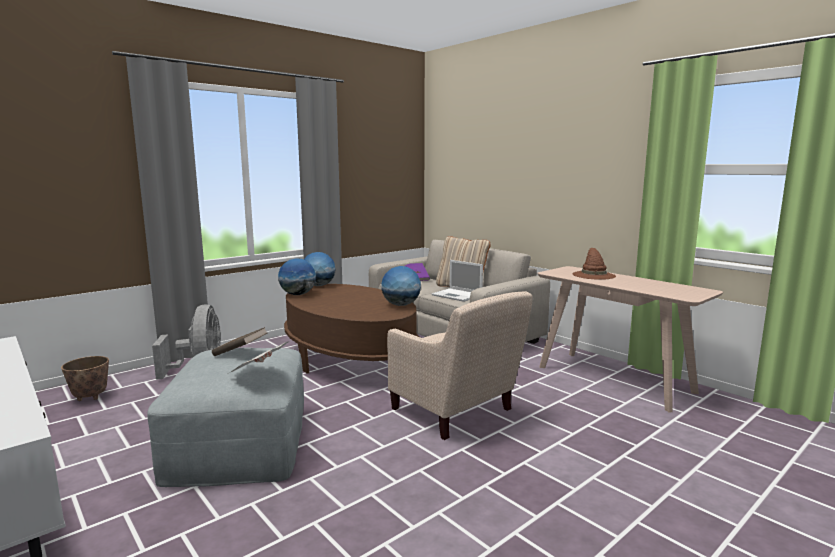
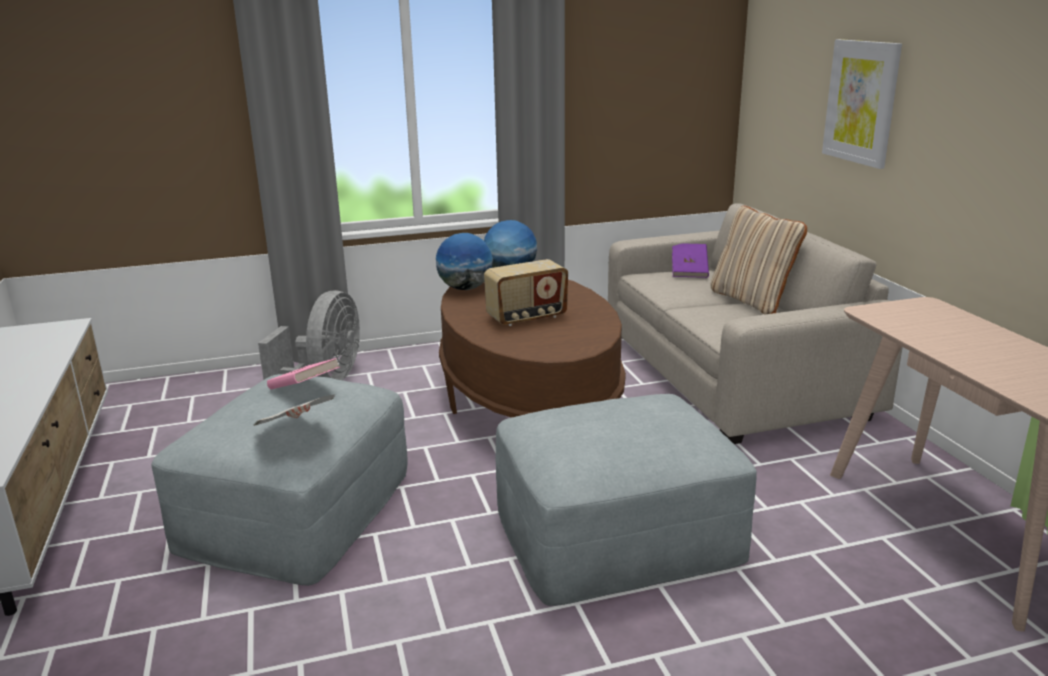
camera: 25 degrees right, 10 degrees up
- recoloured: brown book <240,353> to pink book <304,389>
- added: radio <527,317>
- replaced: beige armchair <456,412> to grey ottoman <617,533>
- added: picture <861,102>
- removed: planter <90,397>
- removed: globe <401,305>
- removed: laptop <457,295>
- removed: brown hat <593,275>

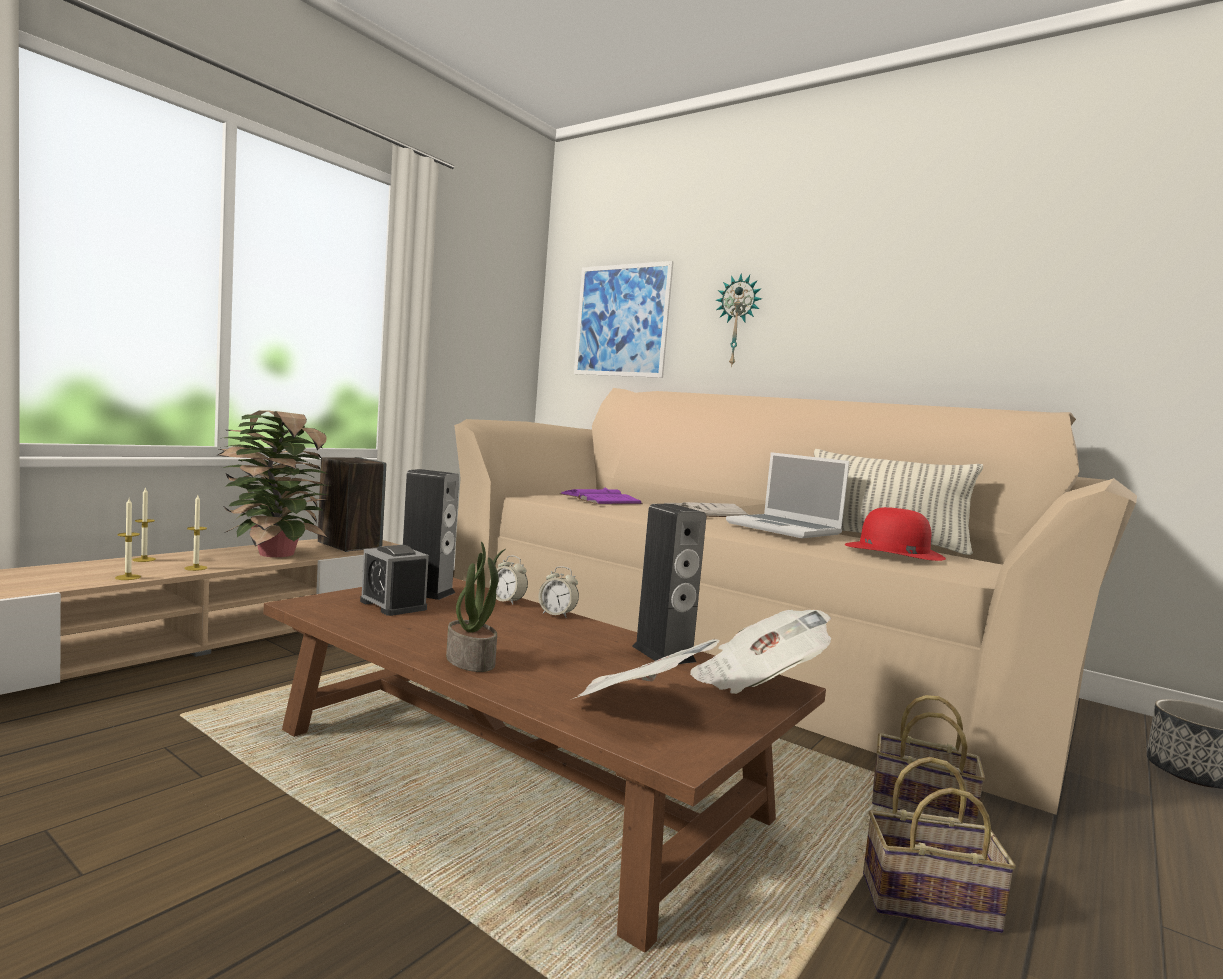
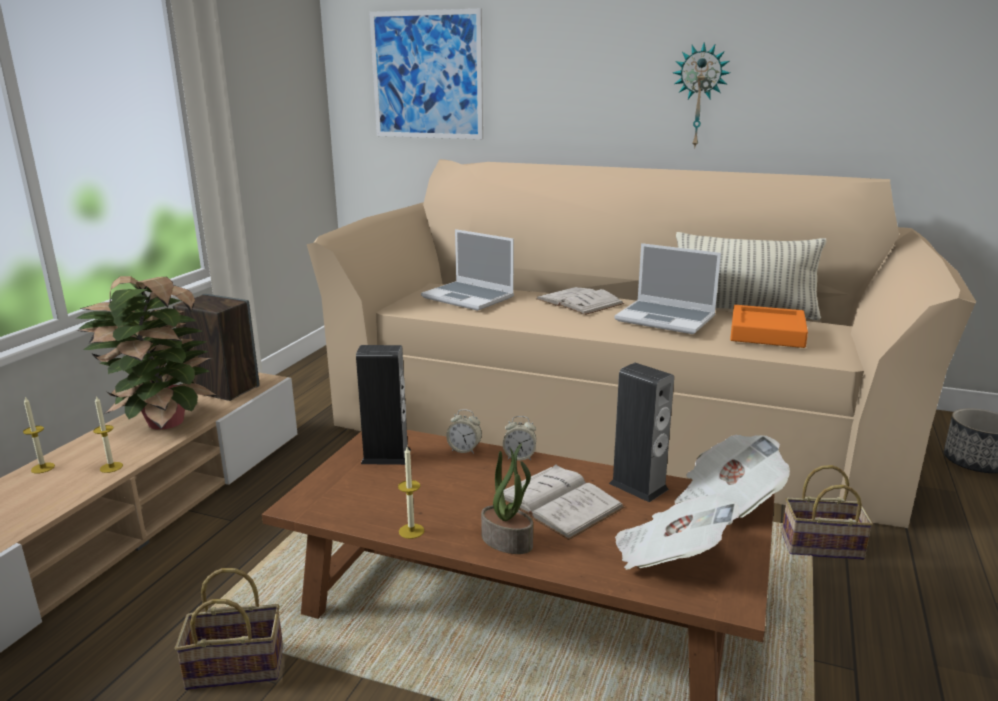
camera: 15 degrees left, 15 degrees up
- moved: basket <931,901> to <238,666>
- moved: candle <128,577> to <411,531>
- replaced: purple book <600,499> to laptop <469,297>
- added: white book <558,501>
- moved: wall clock <738,321> to <699,96>
- replaced: red hat <893,551> to orange tray <767,333>
- removed: alarm clock <393,605>

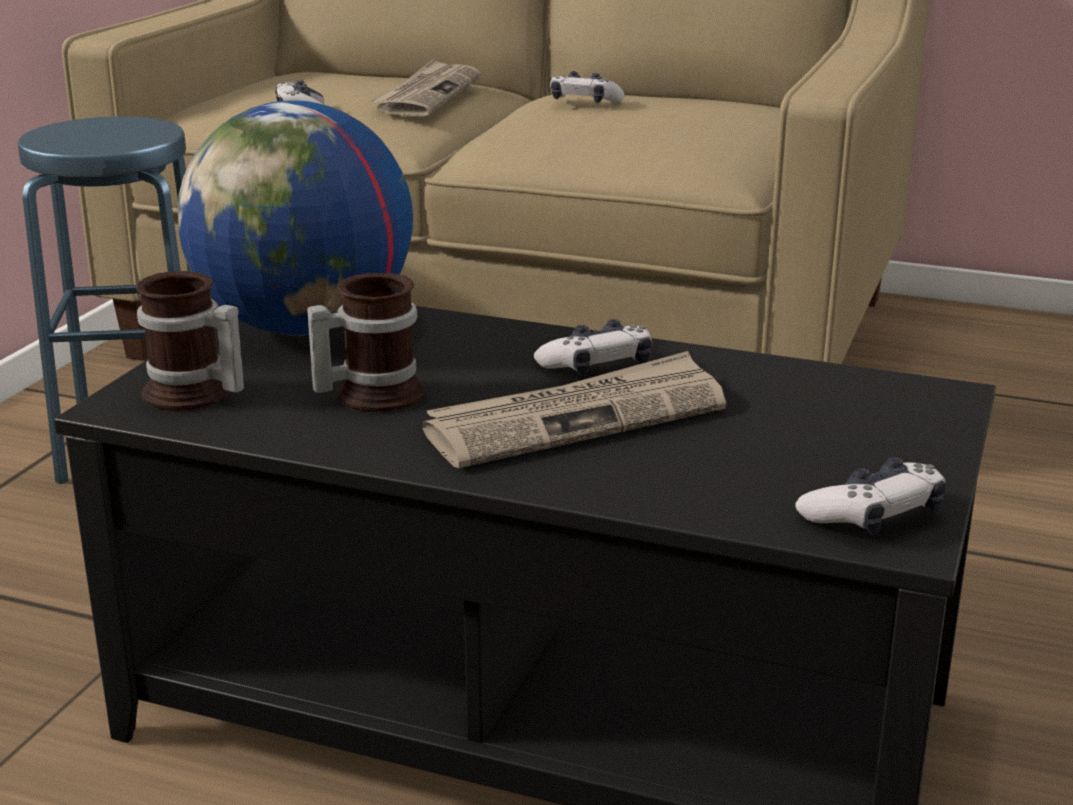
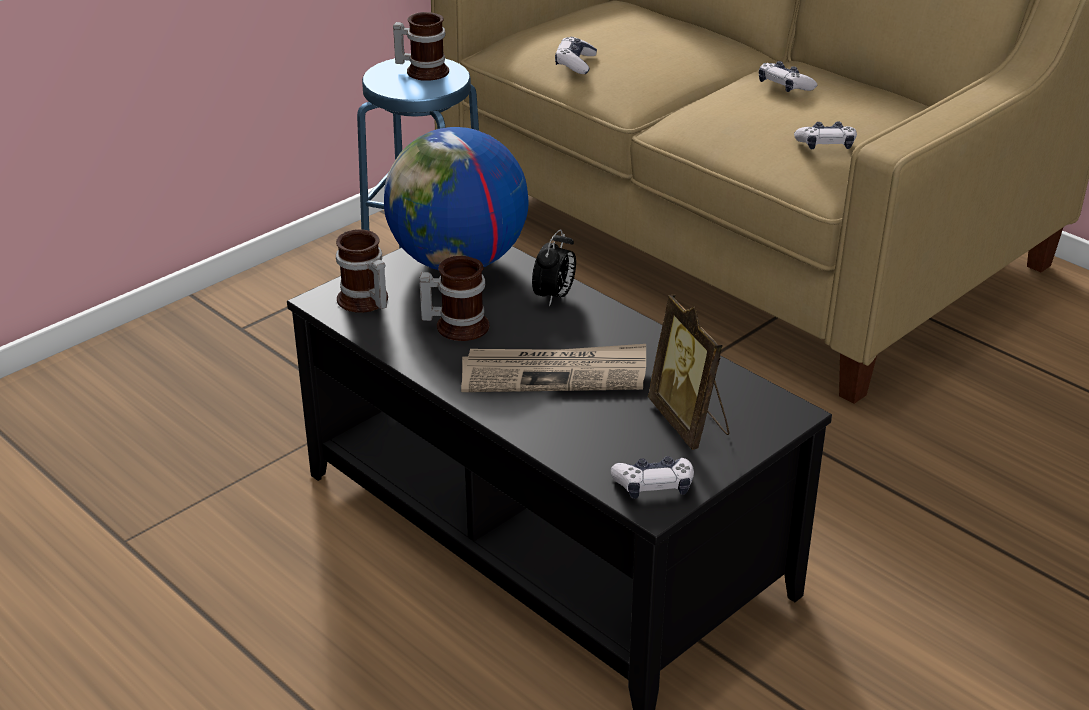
camera: 25 degrees right, 10 degrees up
- added: mug <424,70>
- added: alarm clock <554,296>
- added: picture frame <690,422>
- moved: game controller <597,366> to <826,145>
- removed: newspaper <427,94>

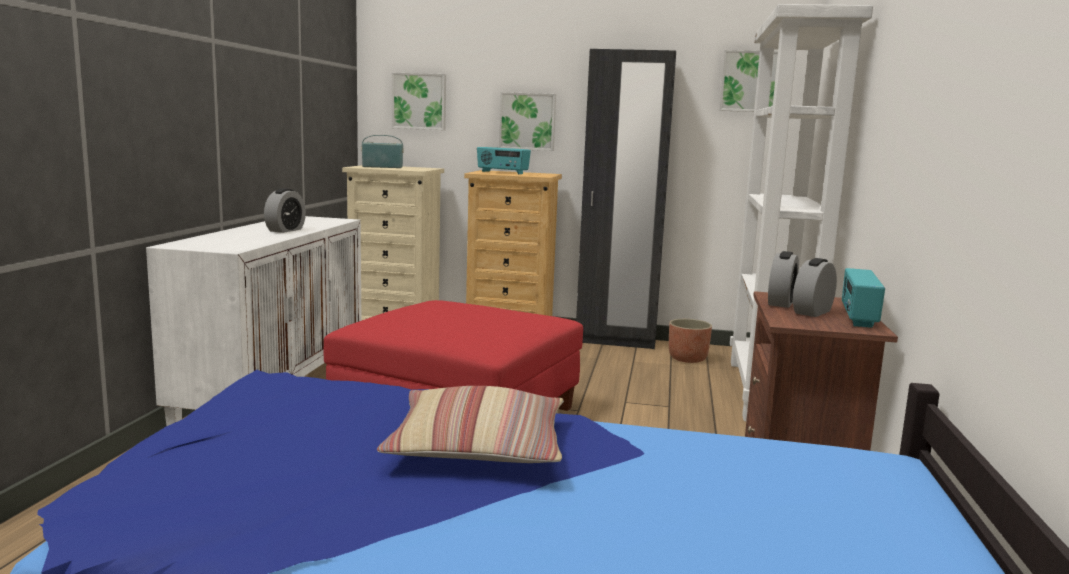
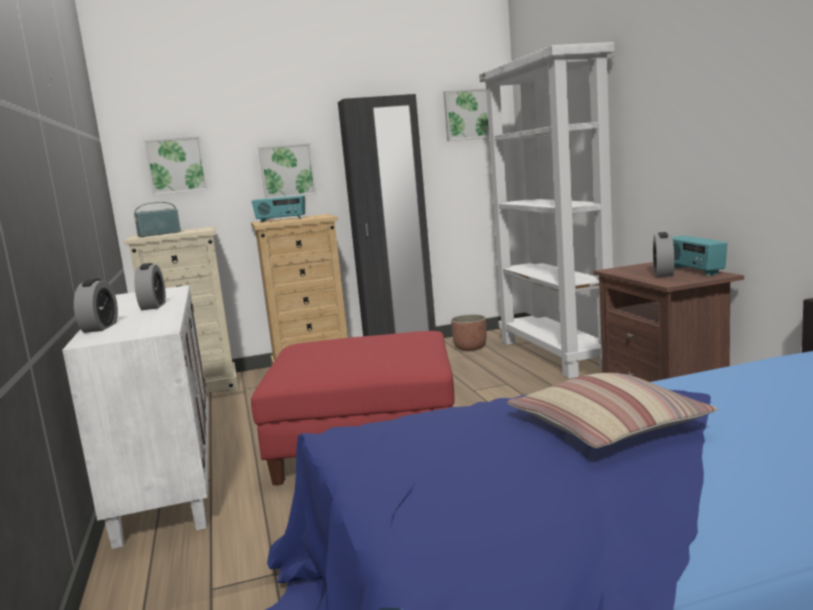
camera: 25 degrees left, 0 degrees up
- moved: alarm clock <781,303> to <100,327>

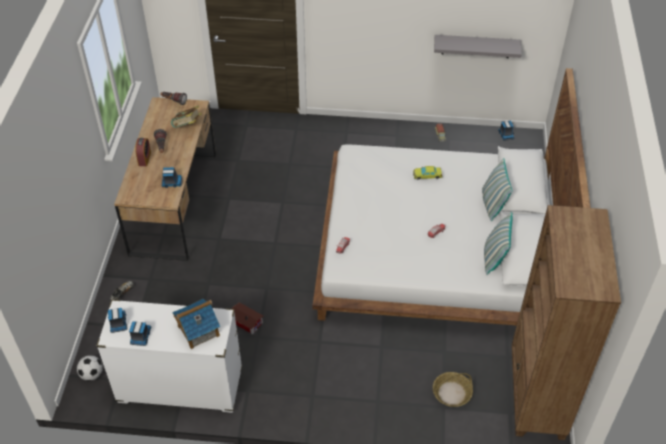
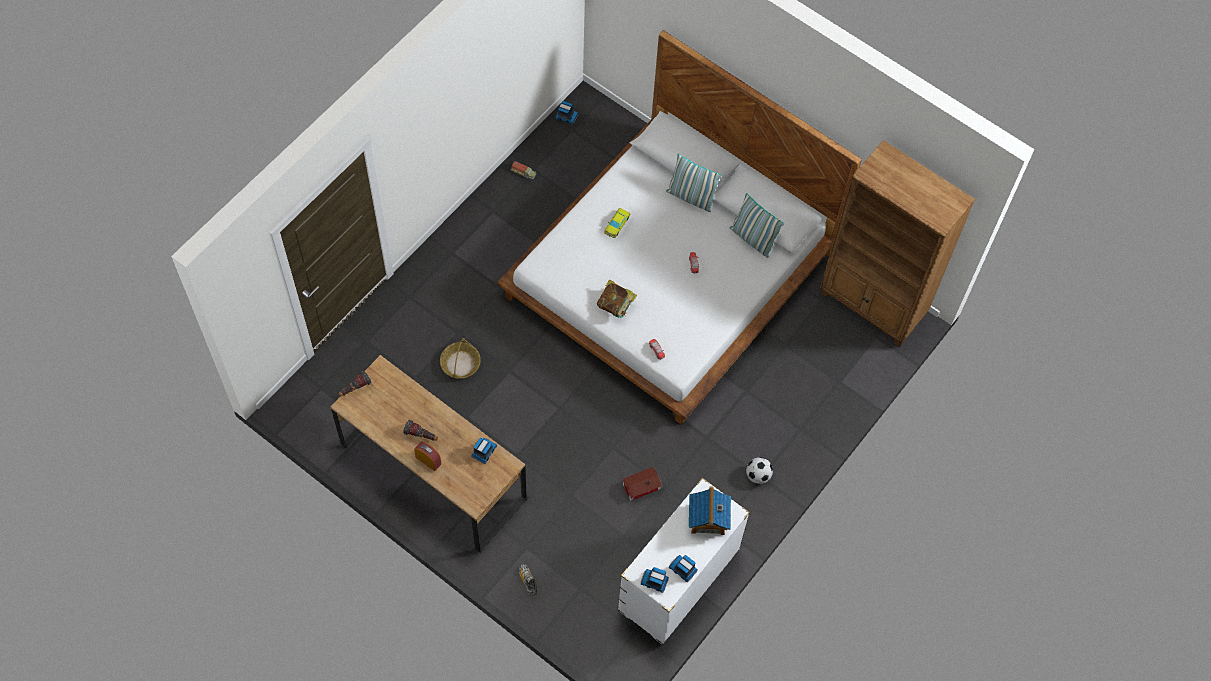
camera: 60 degrees left, 15 degrees up
- moved: basket <451,393> to <460,364>
- moved: book <187,126> to <616,306>
- moved: football <92,375> to <758,475>
- removed: grey shelf <476,46>

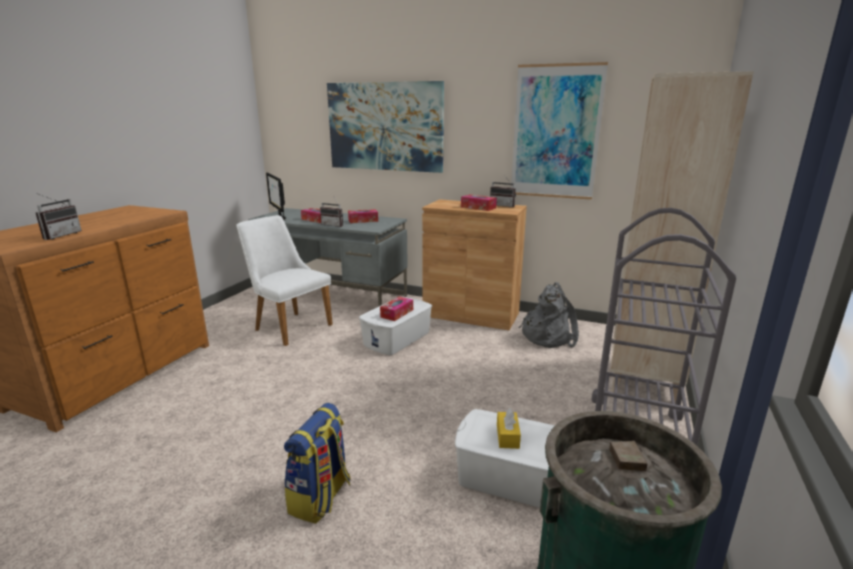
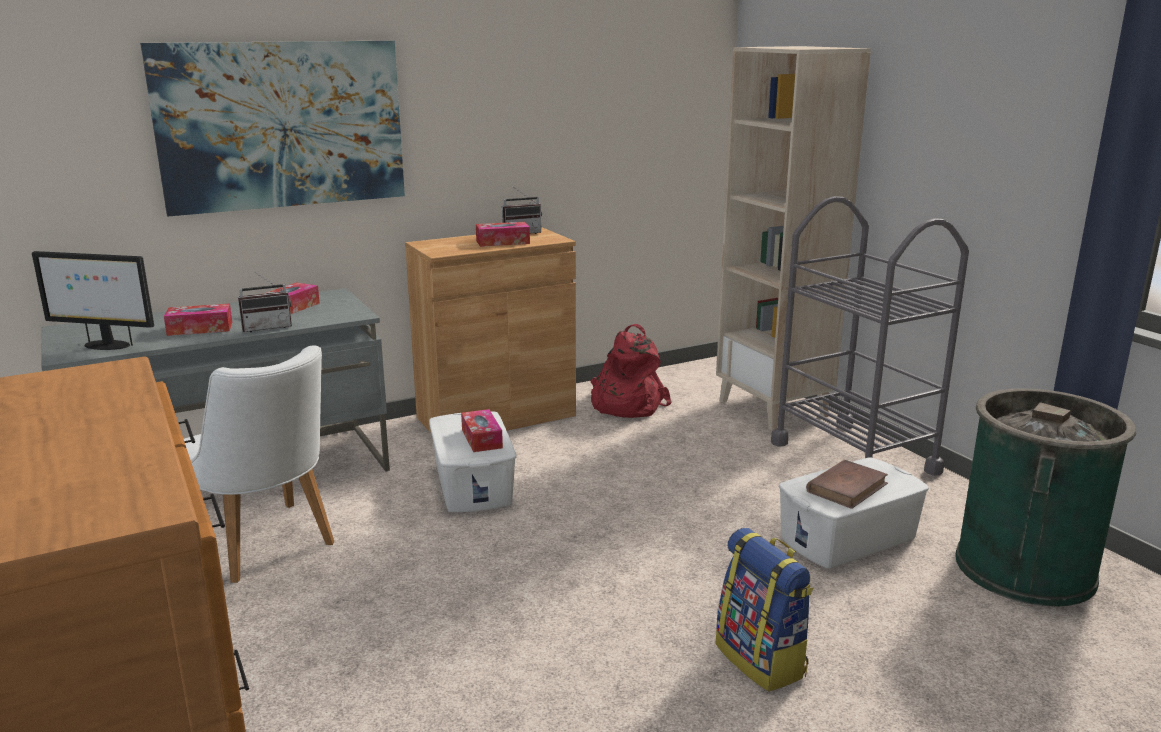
camera: 50 degrees left, 0 degrees up
- turned: white chair <288,326> = <267,547> 120 degrees counterclockwise
- recoloured: grey backpack <548,336> to red backpack <625,405>
- replaced: yellow tissue box <507,436> to brown book <847,488>
- removed: radio <60,235>
- removed: picture <555,133>

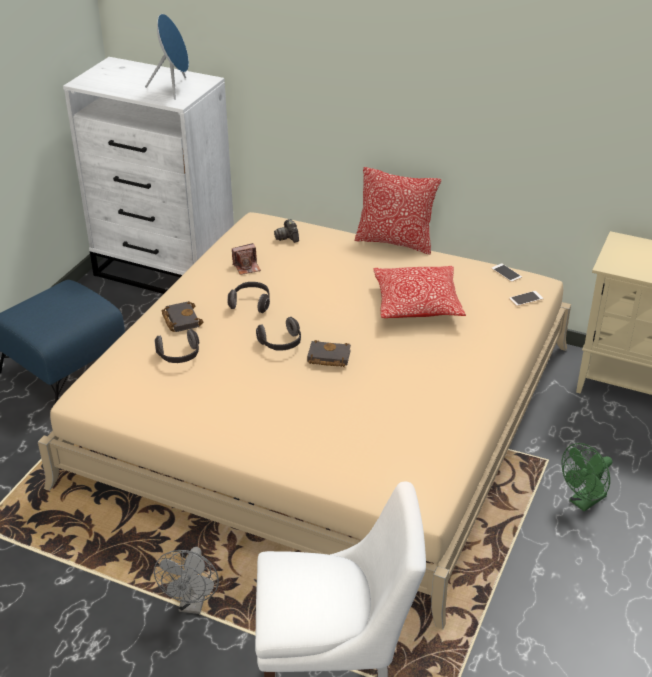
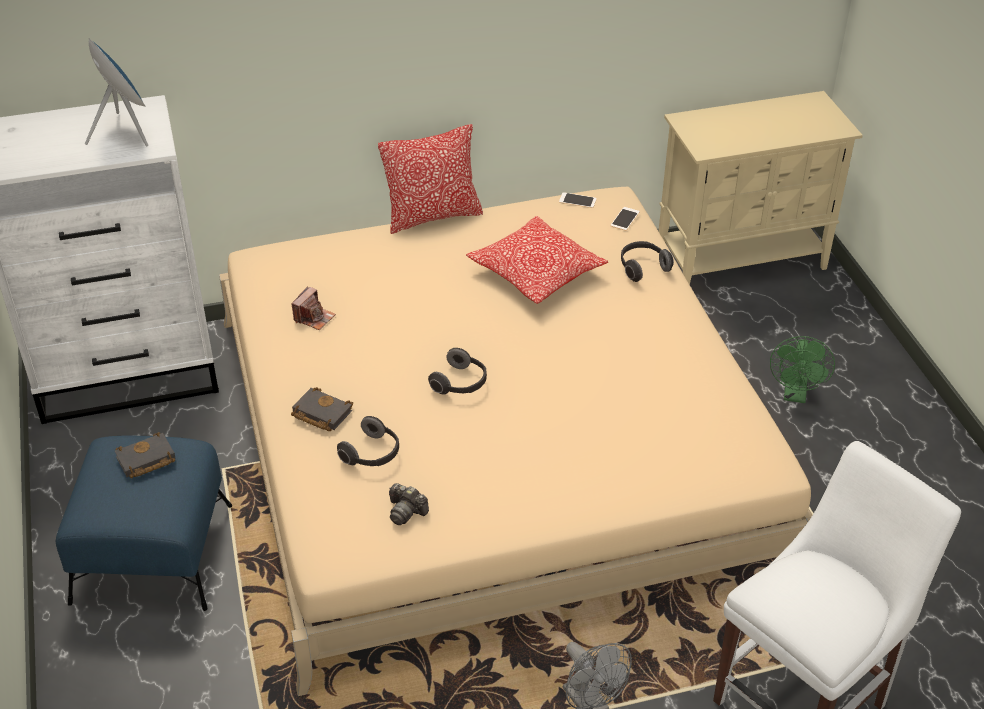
camera: 40 degrees left, 5 degrees up
- moved: black book <327,358> to <145,461>
- moved: photo camera <287,237> to <406,511>
- moved: headphones <251,303> to <642,267>

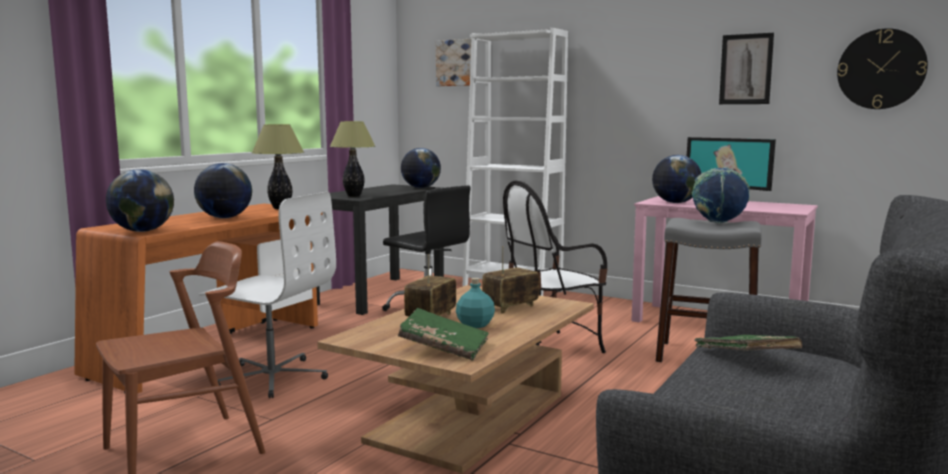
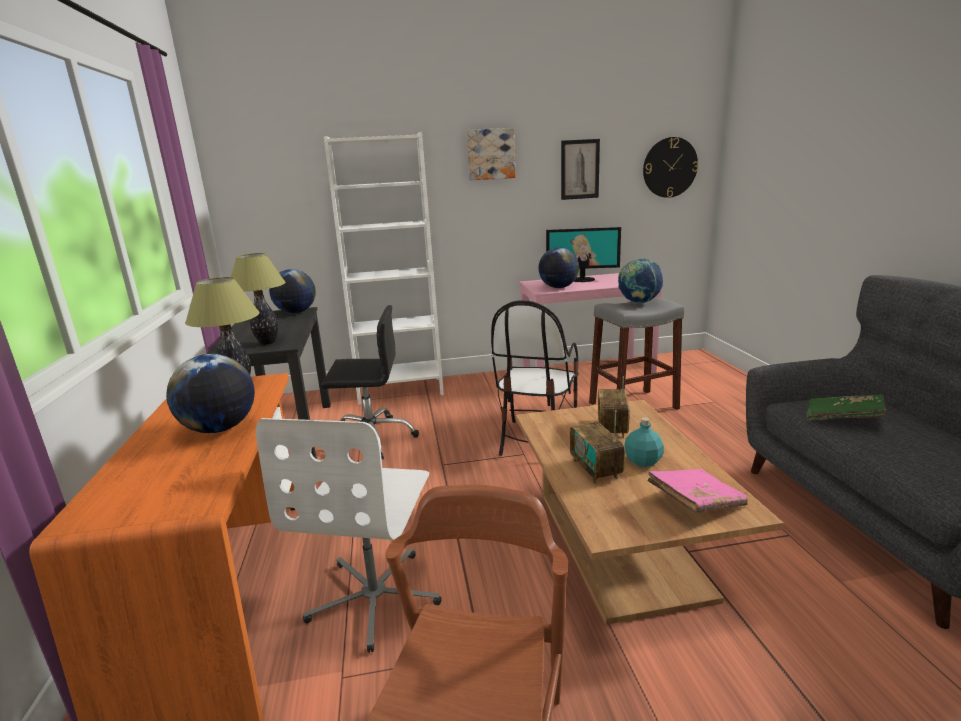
camera: 40 degrees left, 10 degrees up
- turned: white office chair <272,377> = <376,597> 120 degrees clockwise
- moved: picture <457,63> to <490,154>
- recoloured: green book <443,348> to pink book <695,502>
- removed: globe <142,231>

